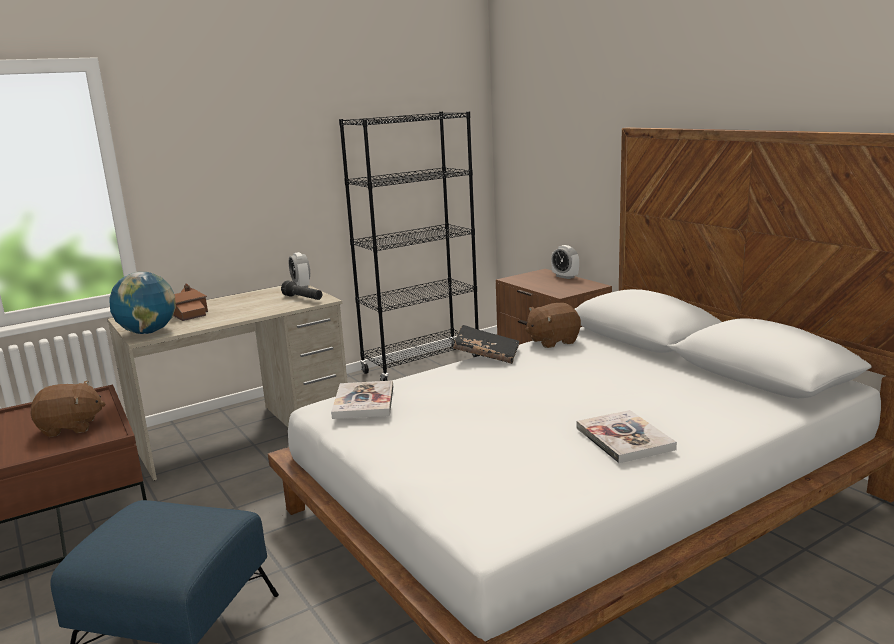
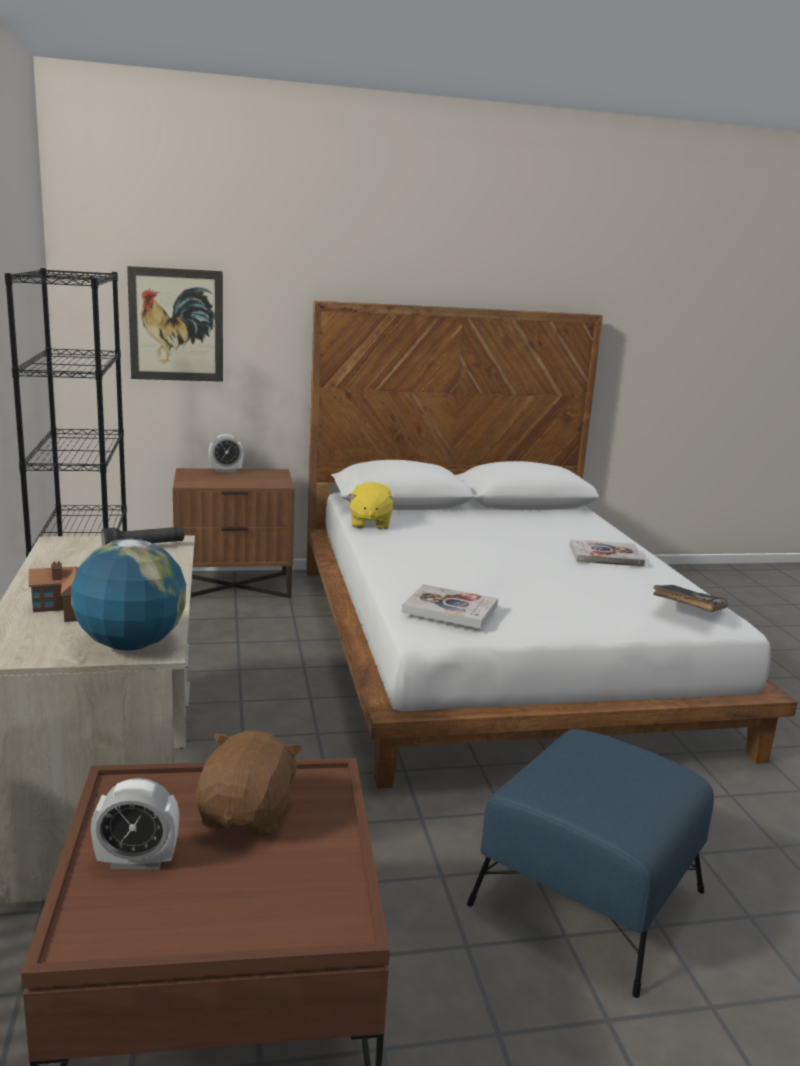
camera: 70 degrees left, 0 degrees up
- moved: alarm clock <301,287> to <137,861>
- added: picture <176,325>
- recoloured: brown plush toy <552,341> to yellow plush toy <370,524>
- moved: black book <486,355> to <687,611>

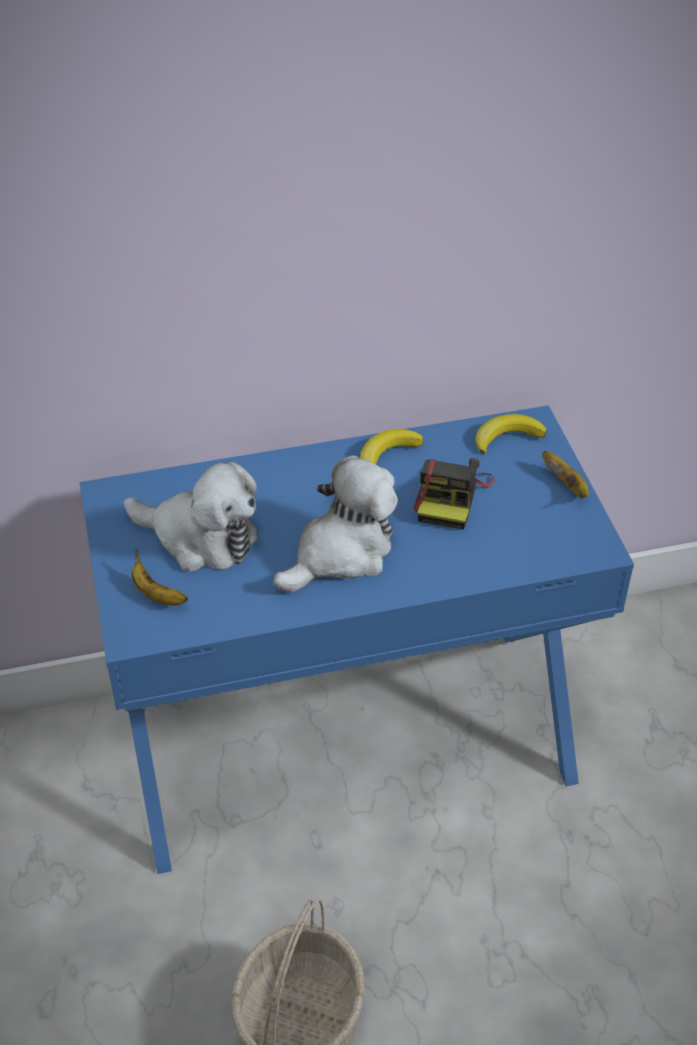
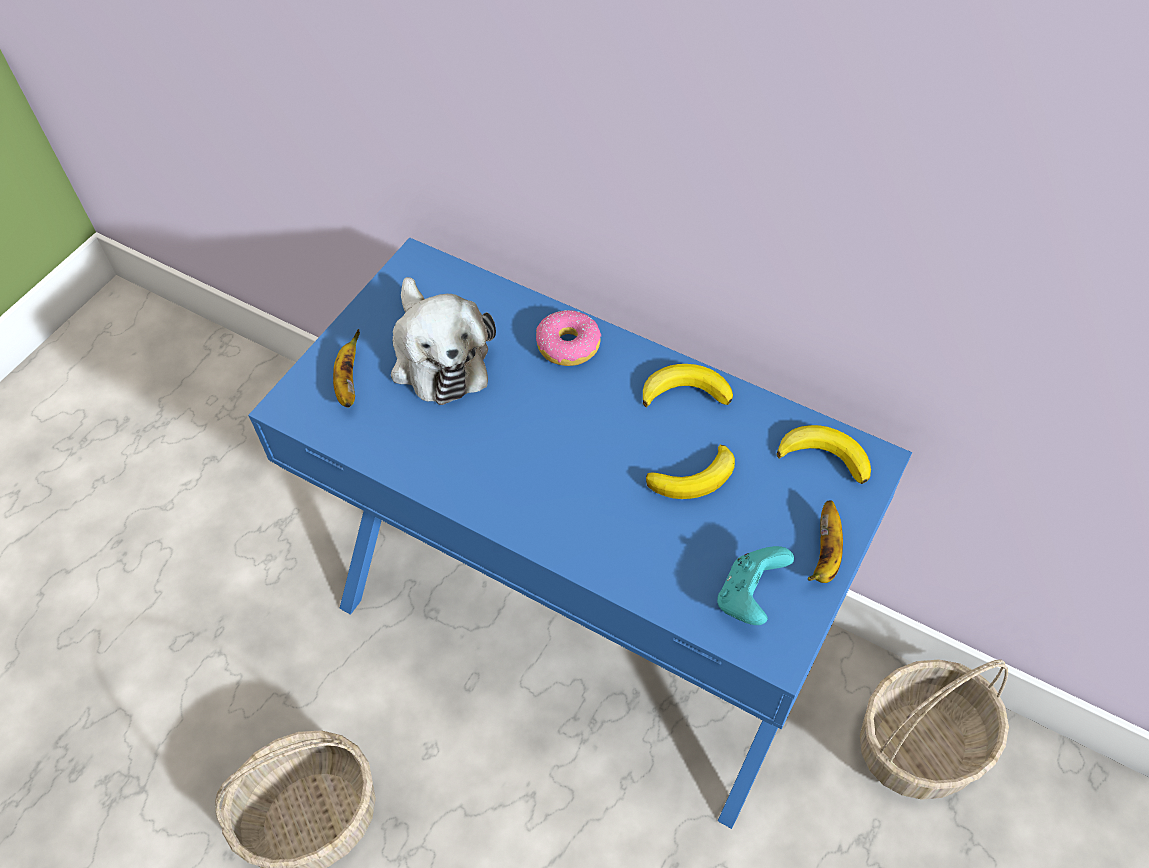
camera: 45 degrees right, 10 degrees up
- added: donut <568,345>
- replaced: photo camera <451,497> to banana <694,478>
- added: turquoise game controller <749,596>
- added: basket <919,746>
- removed: plush toy <341,552>

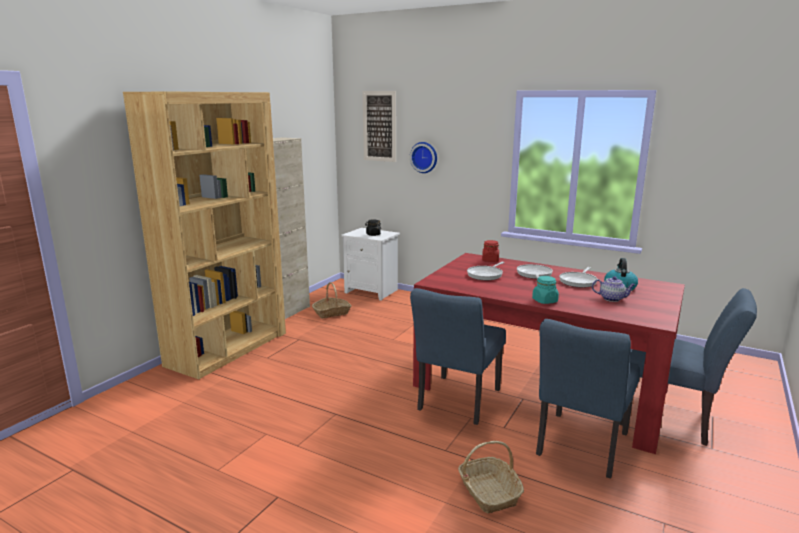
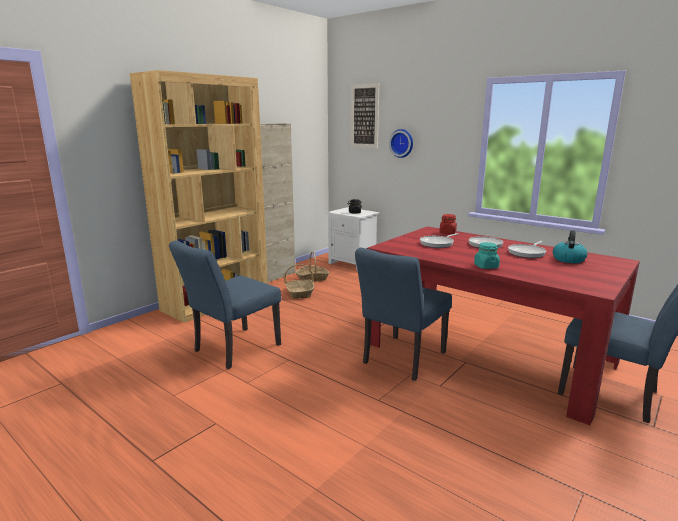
camera: 10 degrees right, 0 degrees up
- moved: blue chair <579,448> to <232,350>
- moved: basket <488,492> to <300,293>
- removed: teapot <612,299>

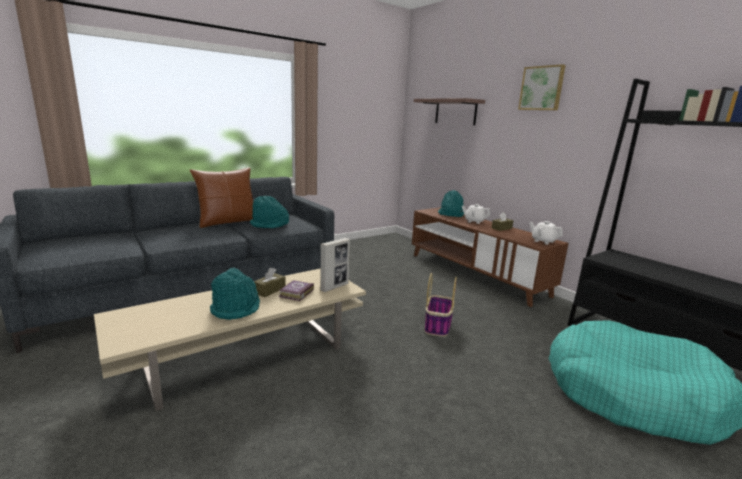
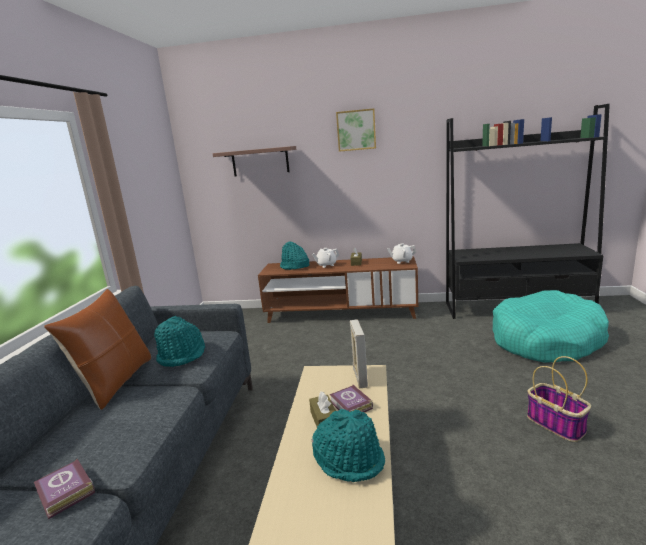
camera: 45 degrees left, 0 degrees up
- added: book <65,493>
- moved: basket <437,326> to <557,424>

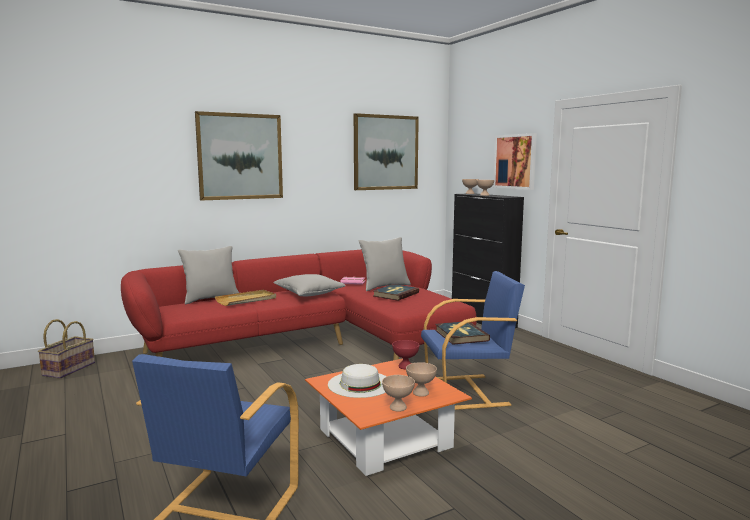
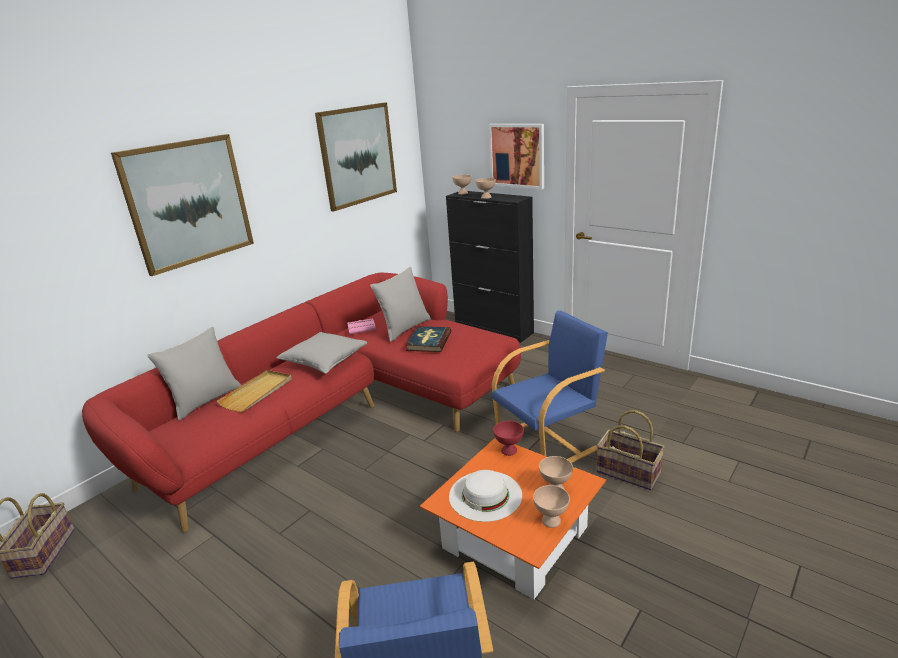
camera: 20 degrees left, 15 degrees up
- added: basket <628,472>
- removed: book <461,335>

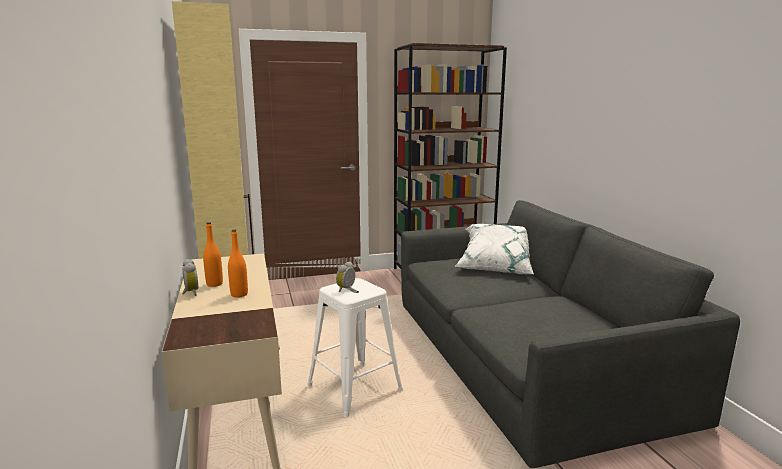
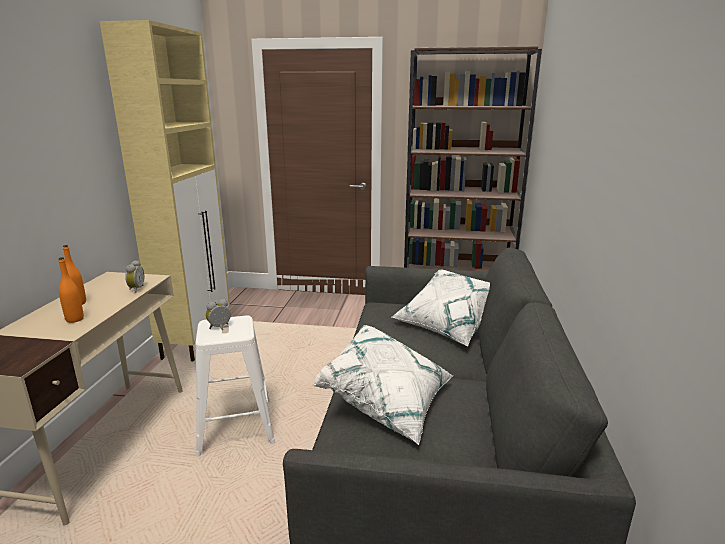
camera: 25 degrees right, 5 degrees up
- moved: alarm clock <190,293> to <135,289>
- added: white pillow <388,402>

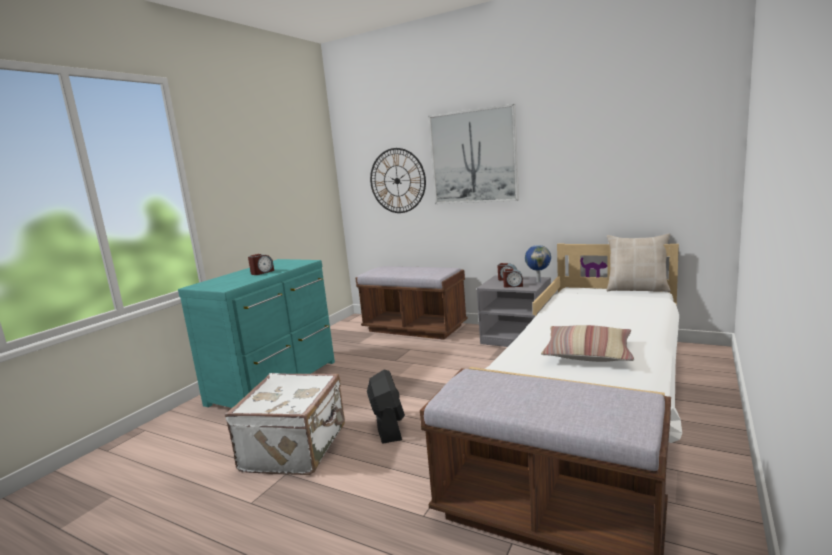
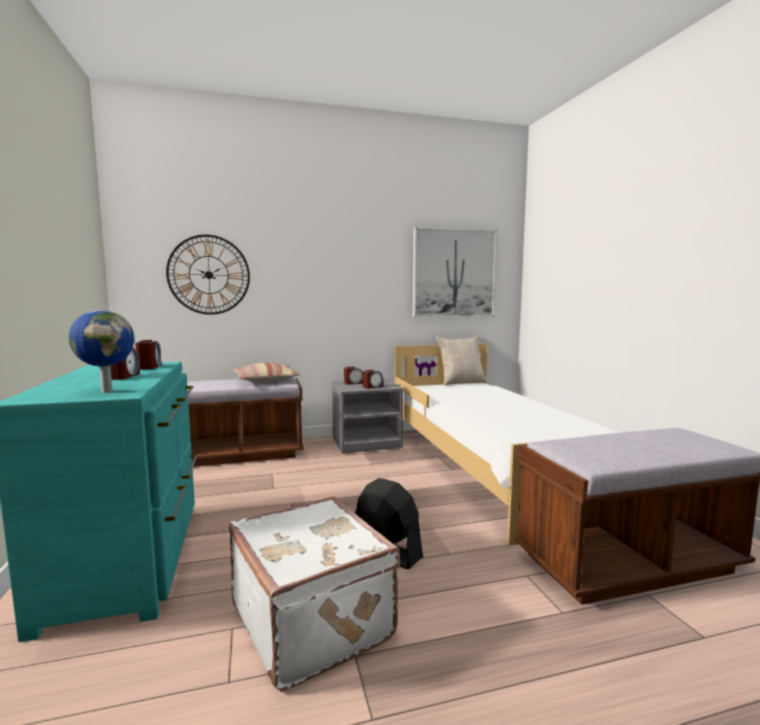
camera: 45 degrees left, 5 degrees down
- moved: globe <538,281> to <107,391>
- added: alarm clock <149,367>
- moved: pillow <588,353> to <266,380>
- moved: picture <473,157> to <454,273>

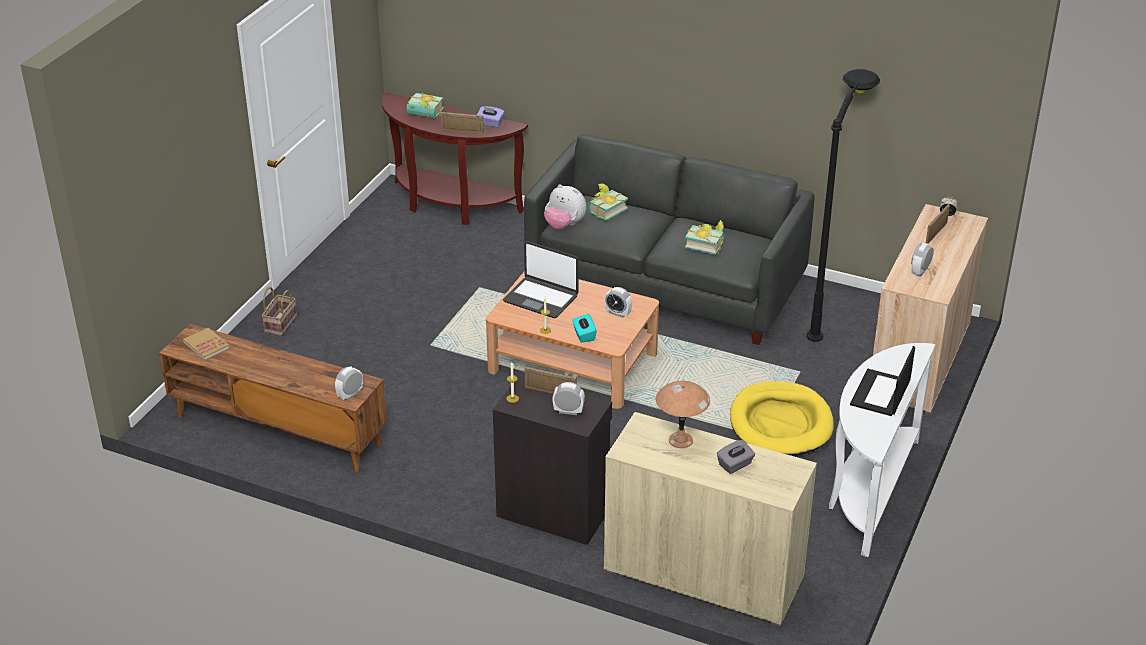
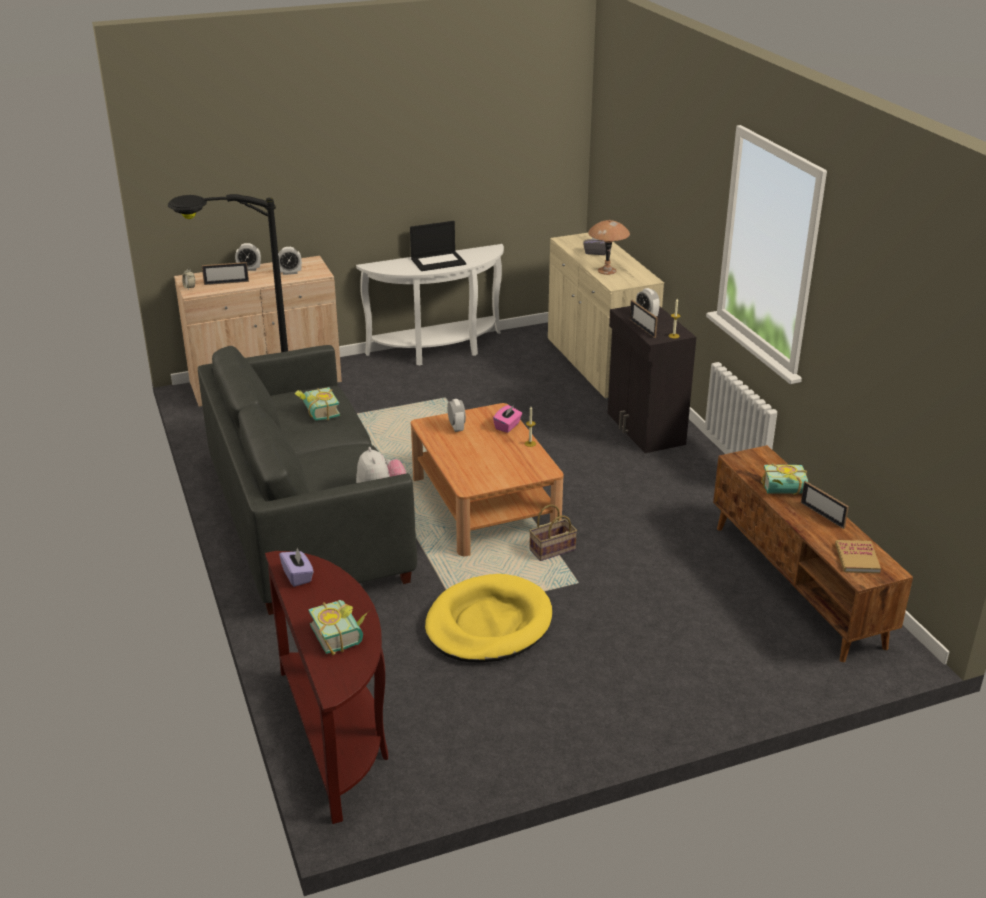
camera: 135 degrees left, 5 degrees down
- moved: alarm clock <350,394> to <249,269>
- moved: yellow dog bed <780,423> to <488,624>
- recoloured: turquoise tissue box <584,335> to pink tissue box <507,426>
- moved: basket <280,323> to <552,551>
- moved: book <605,211> to <784,491>
- moved: picture frame <462,131> to <822,515>
- removed: laptop <541,298>

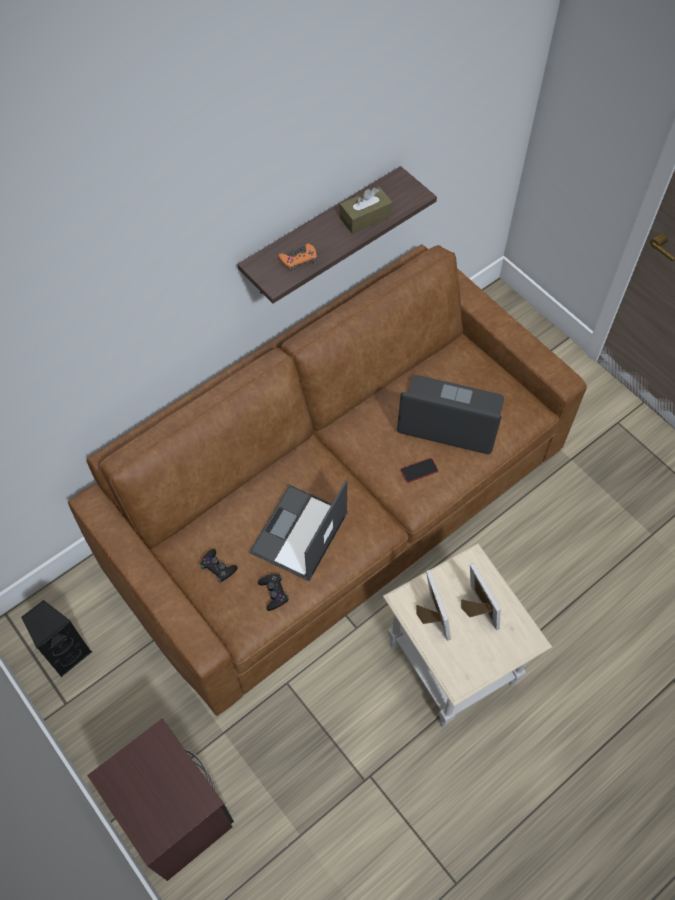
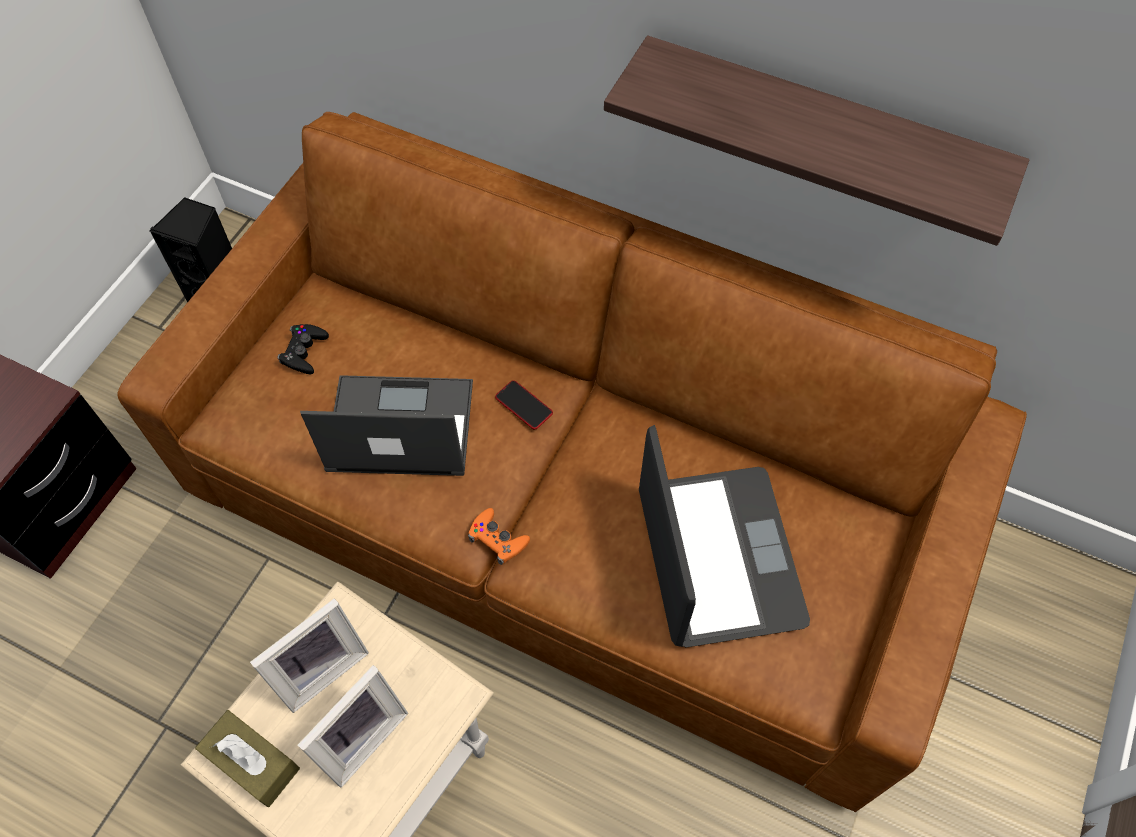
camera: 65 degrees right, 0 degrees up
- moved: brown tissue box <365,217> to <253,762>
- moved: orange game controller <298,260> to <498,539>
- moved: phone <419,470> to <523,405>
- removed: black game controller <274,593>

